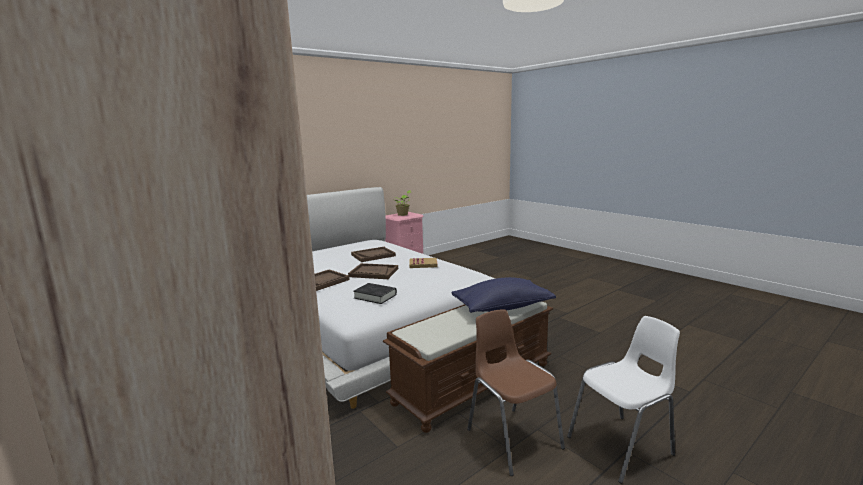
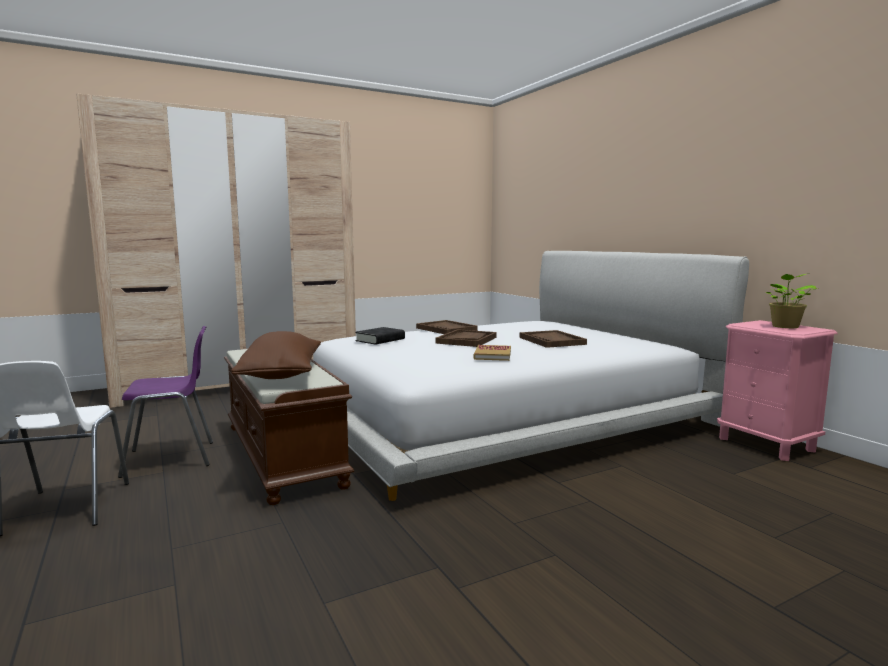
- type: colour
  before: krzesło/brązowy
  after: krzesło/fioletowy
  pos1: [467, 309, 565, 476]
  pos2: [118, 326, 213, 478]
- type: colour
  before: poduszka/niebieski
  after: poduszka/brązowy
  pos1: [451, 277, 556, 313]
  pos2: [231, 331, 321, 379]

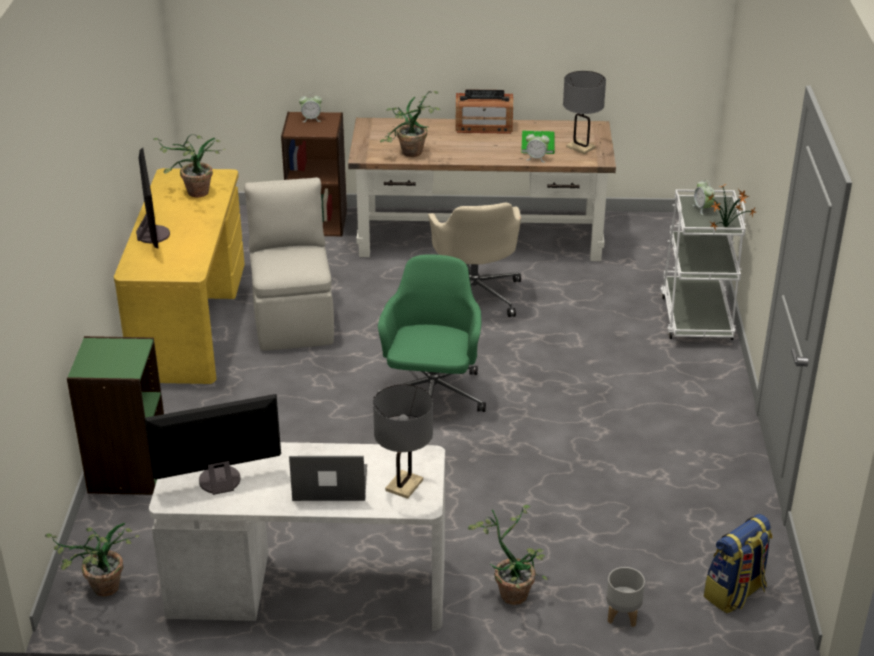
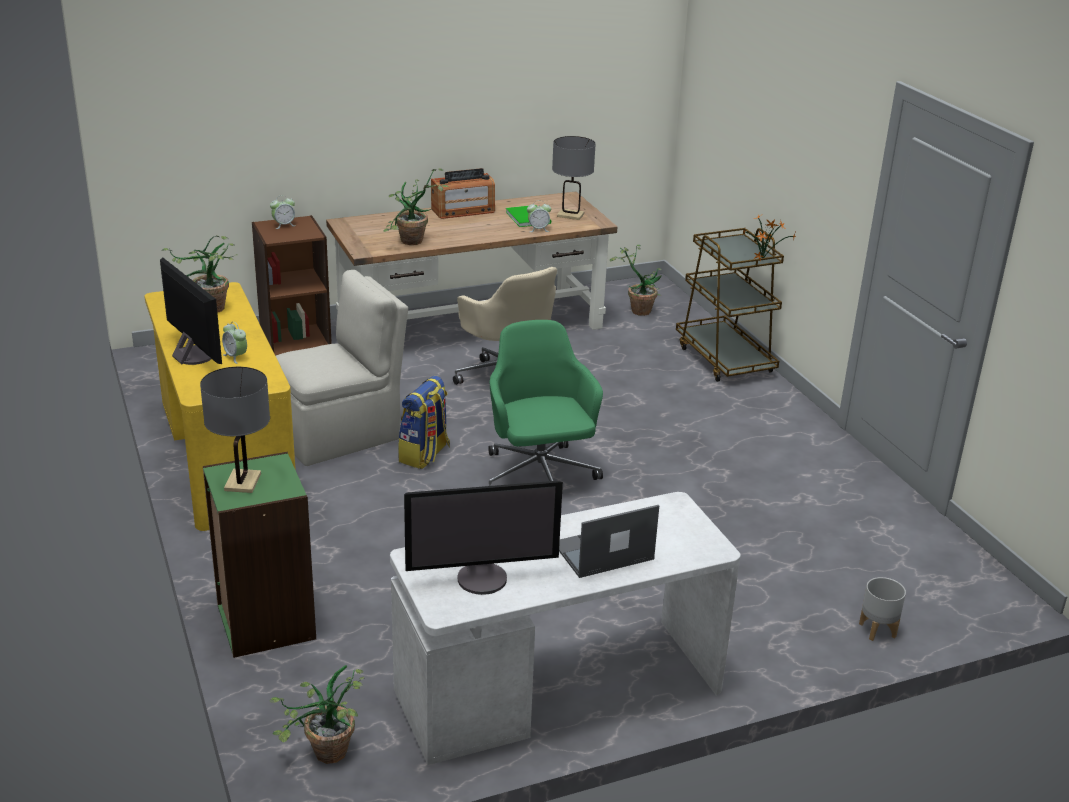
- type: relocated
  before: lampa stołowa/szary
  pos1: [373, 384, 433, 499]
  pos2: [200, 367, 270, 493]
- type: relocated
  before: budzik
  pos1: [693, 180, 715, 215]
  pos2: [222, 322, 247, 364]
- type: spun
  before: krzesło/beżowy
  pos1: [244, 177, 334, 351]
  pos2: [276, 270, 408, 466]
  turn: 90
- type: relocated
  before: plecak
  pos1: [704, 514, 773, 613]
  pos2: [398, 376, 450, 469]
- type: spun
  before: monitor
  pos1: [145, 394, 281, 495]
  pos2: [404, 481, 563, 595]
  turn: -150
- type: relocated
  before: roślina doniczkowa
  pos1: [468, 505, 548, 605]
  pos2: [610, 245, 662, 316]
- type: colour
  before: wózek/biały
  after: wózek/brązowy
  pos1: [660, 189, 746, 340]
  pos2: [676, 228, 784, 382]

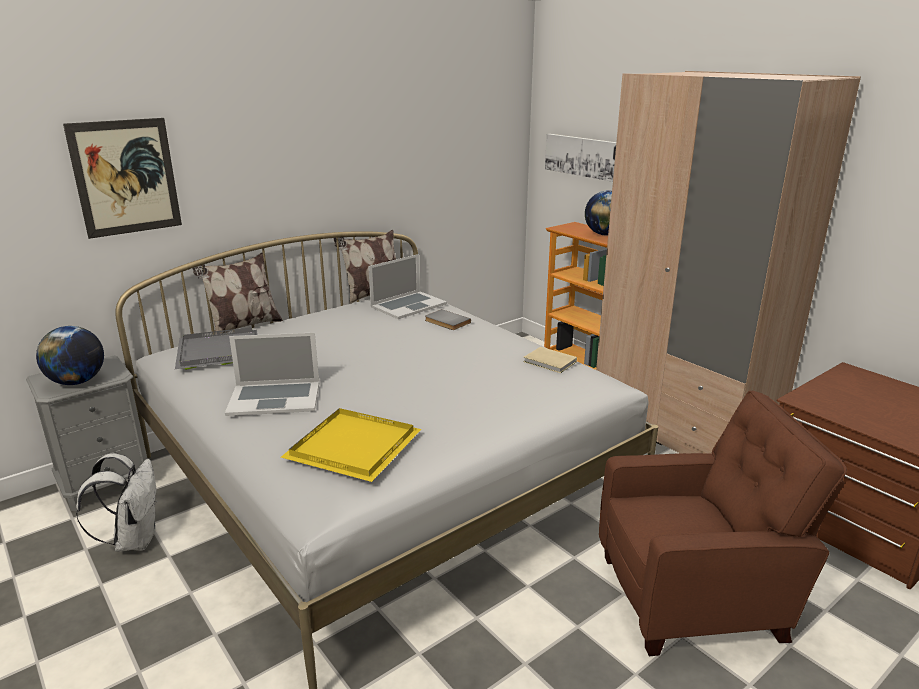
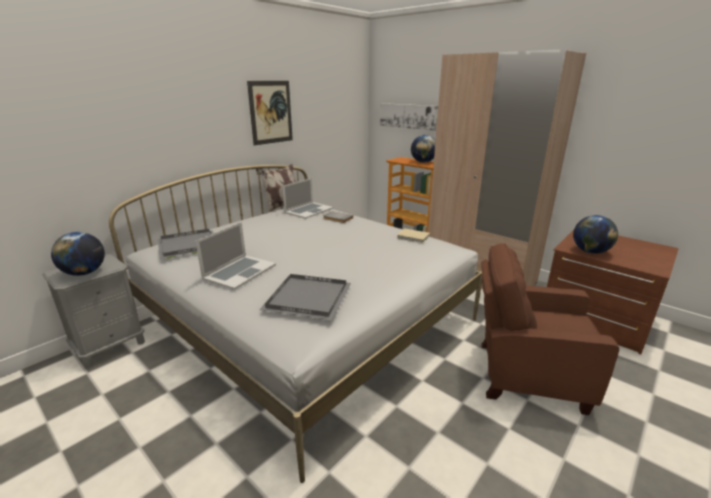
- type: spun
  before: laptop
  pos1: [225, 332, 319, 416]
  pos2: [195, 222, 276, 290]
  turn: -45
- type: relocated
  before: obraz
  pos1: [63, 118, 182, 239]
  pos2: [247, 81, 293, 145]
- type: colour
  before: taca/żółty
  after: taca/szary
  pos1: [281, 408, 421, 482]
  pos2: [259, 274, 351, 320]
- type: spun
  before: fotel/brązowy
  pos1: [599, 391, 847, 656]
  pos2: [481, 243, 619, 415]
  turn: -150
- type: appeared
  after: globus
  pos2: [573, 215, 618, 254]
- type: missing
  before: plecak/biały
  pos1: [76, 453, 157, 552]
- type: missing
  before: poduszka
  pos1: [192, 252, 283, 334]

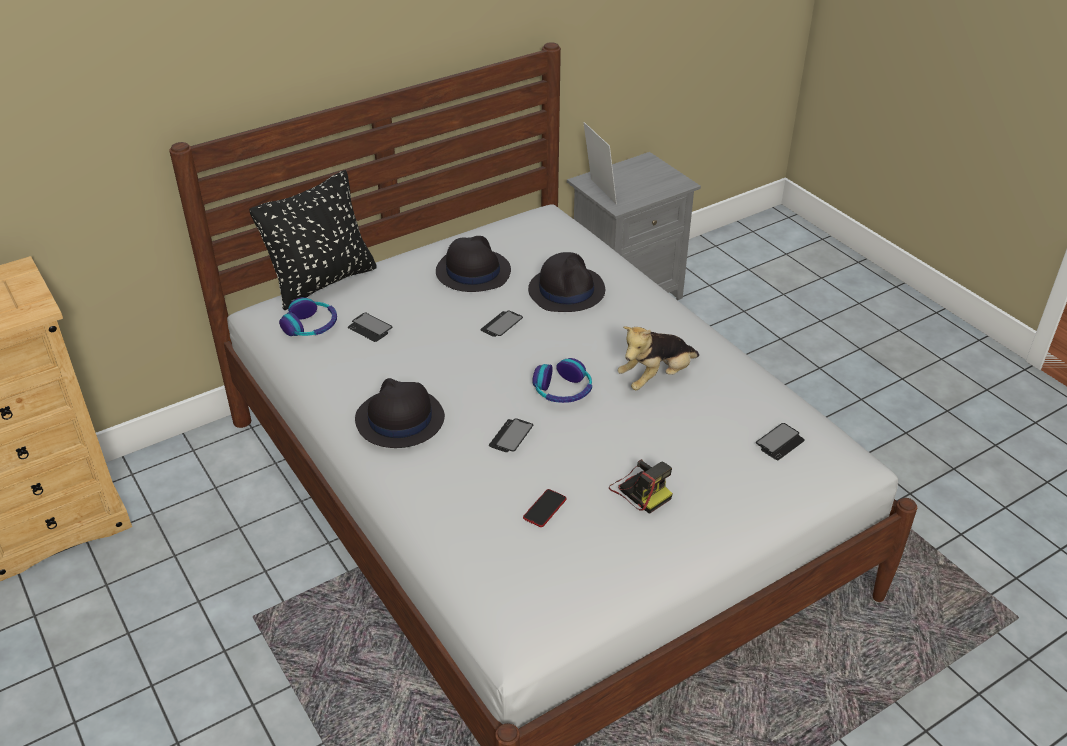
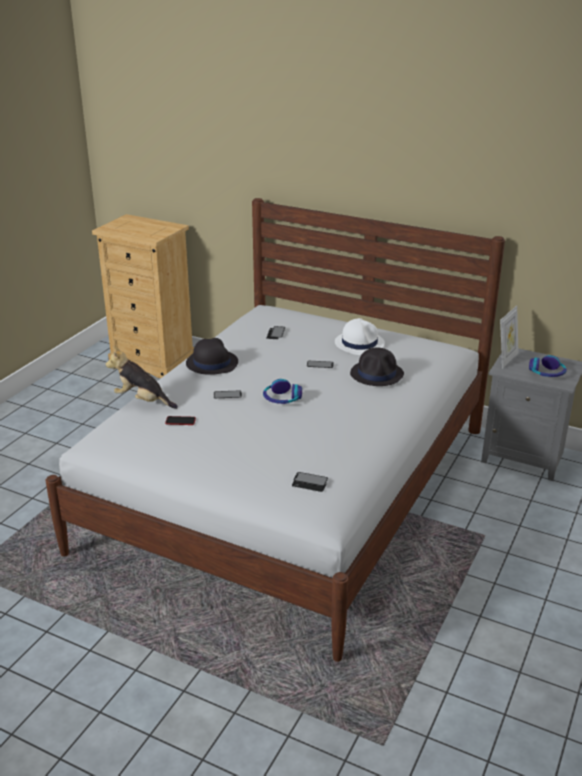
- type: relocated
  before: pluszak
  pos1: [617, 326, 699, 390]
  pos2: [106, 346, 178, 409]
- type: colour
  before: kapelusz/czarny
  after: kapelusz/biały
  pos1: [436, 236, 511, 292]
  pos2: [335, 318, 385, 355]
- type: relocated
  before: słuchawki
  pos1: [279, 297, 337, 336]
  pos2: [529, 355, 567, 377]
- type: missing
  before: poduszka/czarny
  pos1: [249, 170, 377, 310]
- type: missing
  before: aparat fotograficzny
  pos1: [609, 459, 673, 514]

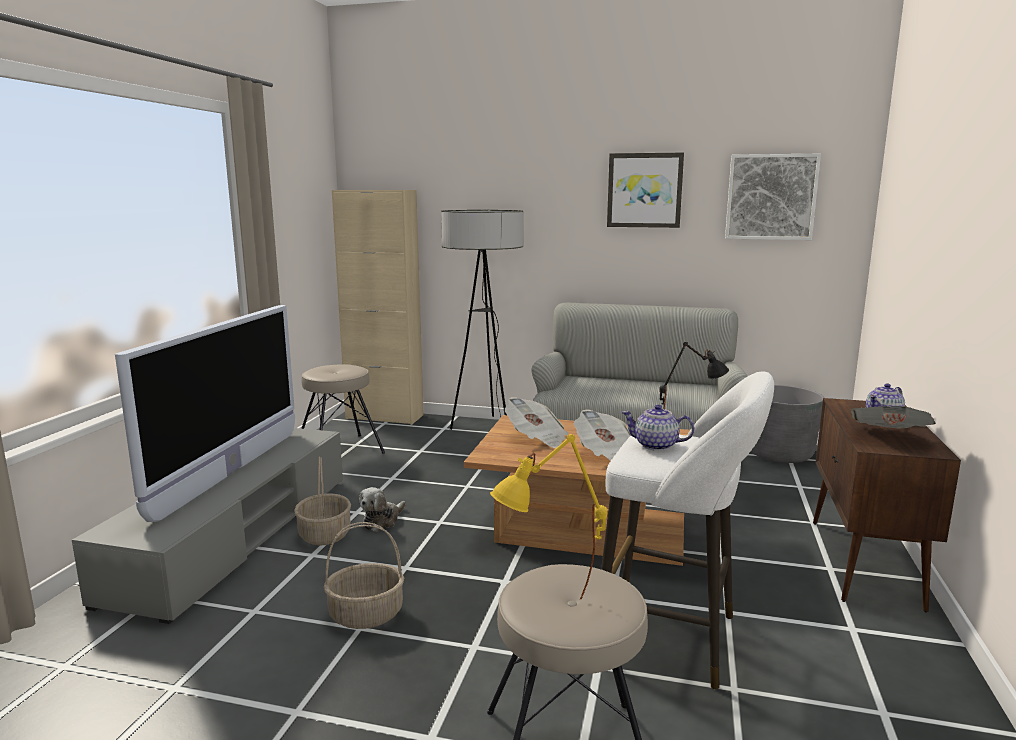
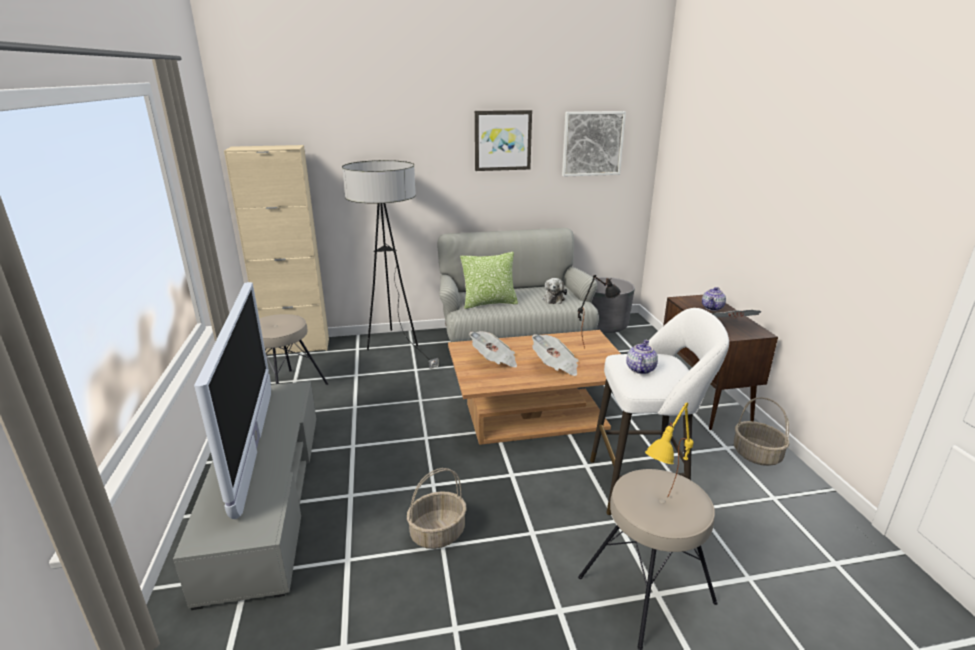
- type: appeared
  after: poduszka
  pos2: [460, 252, 518, 309]
- type: relocated
  before: pluszak
  pos1: [359, 487, 406, 532]
  pos2: [542, 278, 567, 304]
- type: spun
  before: imbryk
  pos1: [621, 405, 695, 451]
  pos2: [626, 340, 658, 374]
  turn: 120
- type: relocated
  before: koszyk
  pos1: [294, 457, 351, 545]
  pos2: [734, 397, 789, 466]

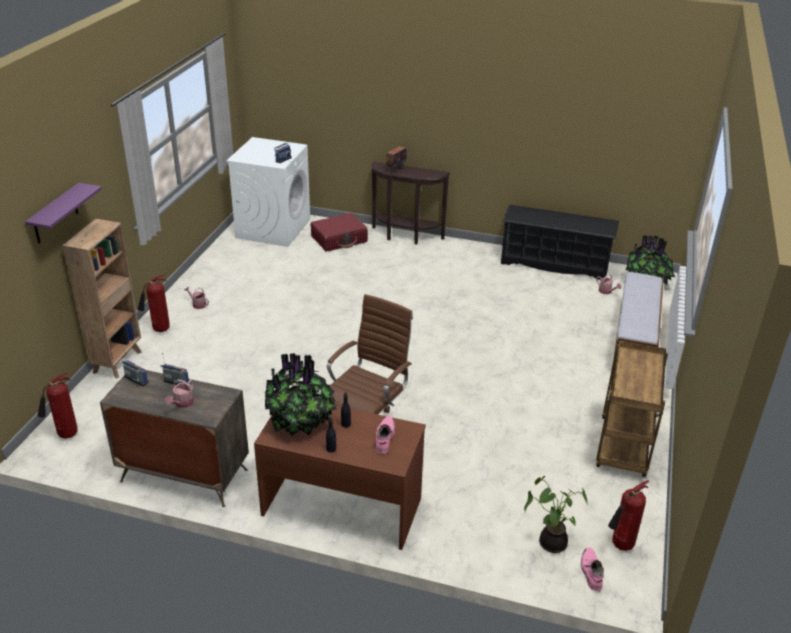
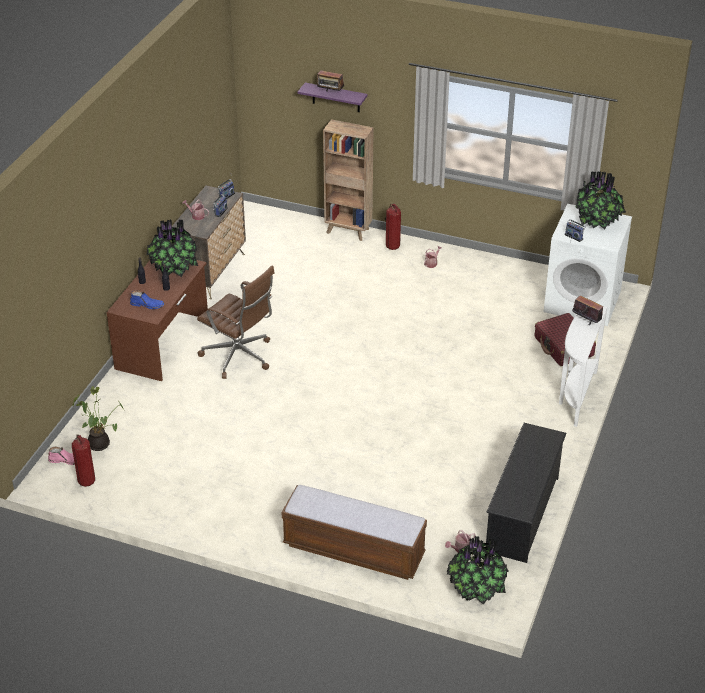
- type: colour
  before: but z cholewką/różowy
  after: but z cholewką/niebieski
  pos1: [375, 416, 395, 454]
  pos2: [130, 290, 165, 309]
- type: appeared
  after: radio
  pos2: [317, 70, 344, 92]
- type: colour
  before: stolik konsolowy/brązowy
  after: stolik konsolowy/biały
  pos1: [371, 162, 450, 245]
  pos2: [559, 306, 608, 427]
- type: appeared
  after: roślina doniczkowa
  pos2: [575, 171, 626, 230]
- type: missing
  before: gaśnica
  pos1: [38, 373, 78, 439]
- type: missing
  before: wózek/brązowy
  pos1: [596, 340, 668, 477]

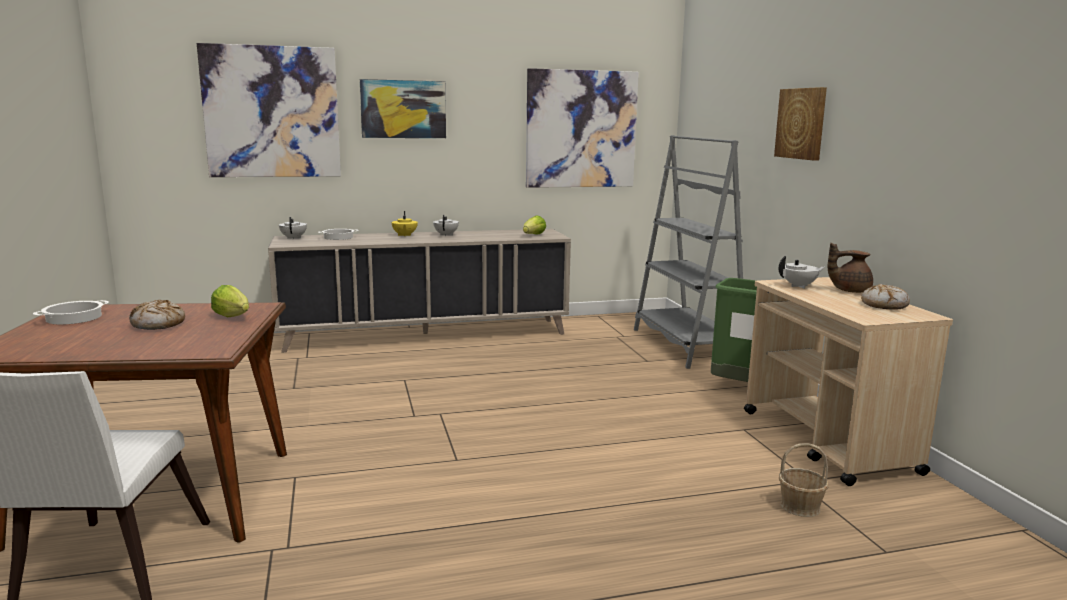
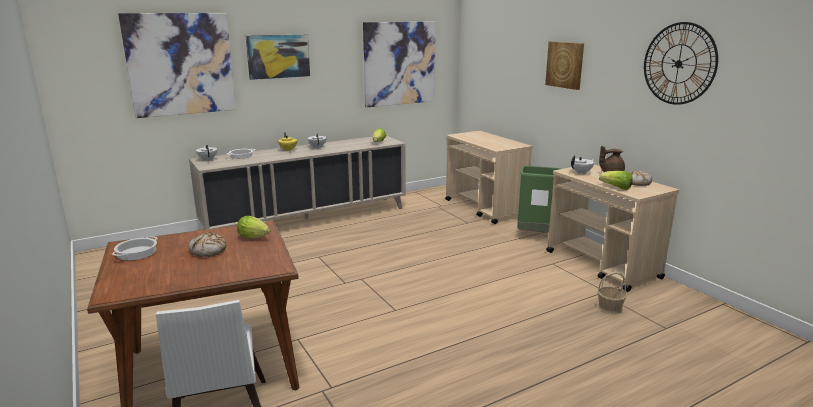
- type: exchanged
  before: regał/szary
  after: wózek/beżowy
  pos1: [634, 135, 743, 369]
  pos2: [445, 131, 533, 224]
- type: appeared
  after: sałata
  pos2: [599, 171, 633, 190]
- type: appeared
  after: zegar ścienny
  pos2: [644, 22, 718, 105]

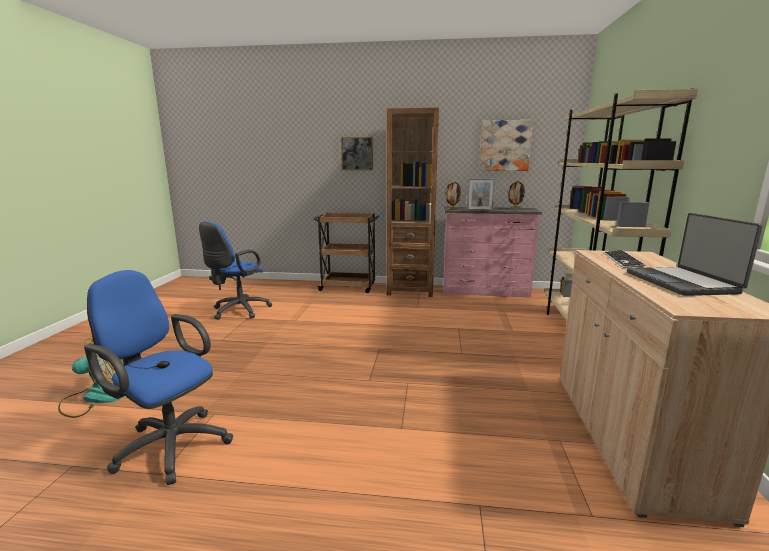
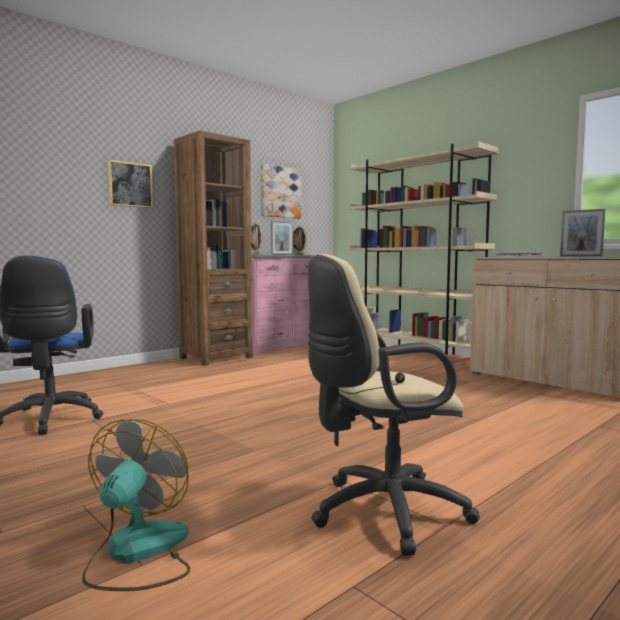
- type: colour
  before: krzesło biurowe/niebieski
  after: krzesło biurowe/beżowy
  pos1: [84, 270, 233, 485]
  pos2: [308, 254, 479, 556]
- type: exchanged
  before: laptop
  after: ramka na zdjęcie
  pos1: [627, 213, 763, 296]
  pos2: [560, 209, 605, 257]
- type: missing
  before: wózek/brązowy
  pos1: [314, 213, 379, 293]

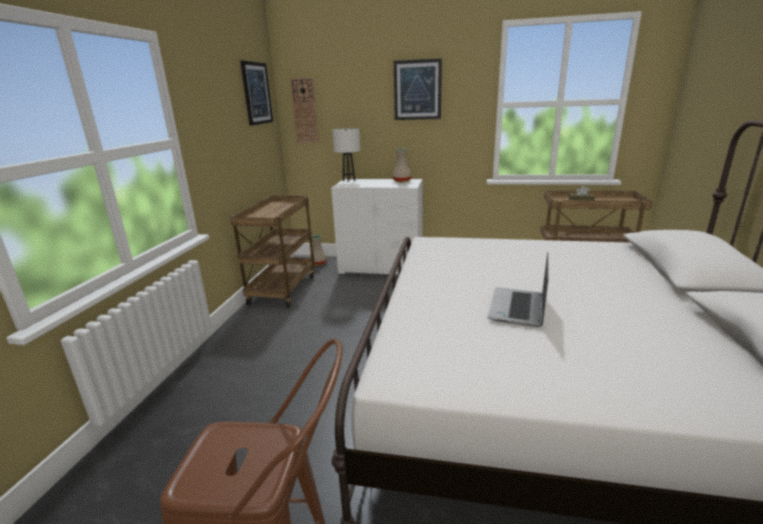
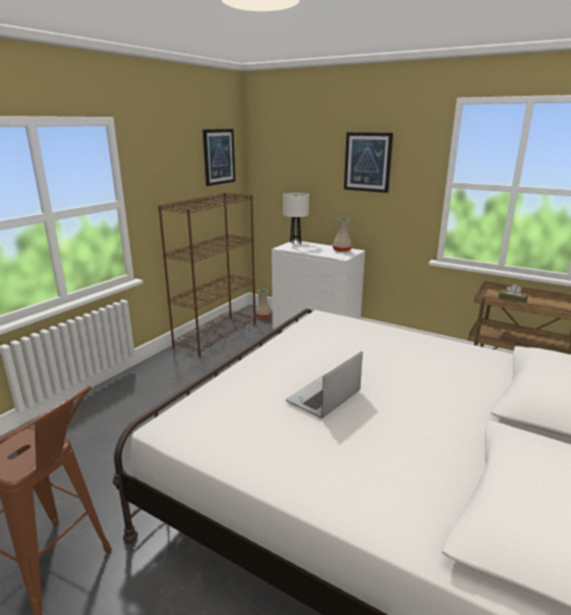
- type: exchanged
  before: wózek/brązowy
  after: regał/brązowy
  pos1: [230, 196, 315, 308]
  pos2: [158, 193, 256, 357]
- type: missing
  before: zegar ścienny
  pos1: [290, 78, 319, 143]

